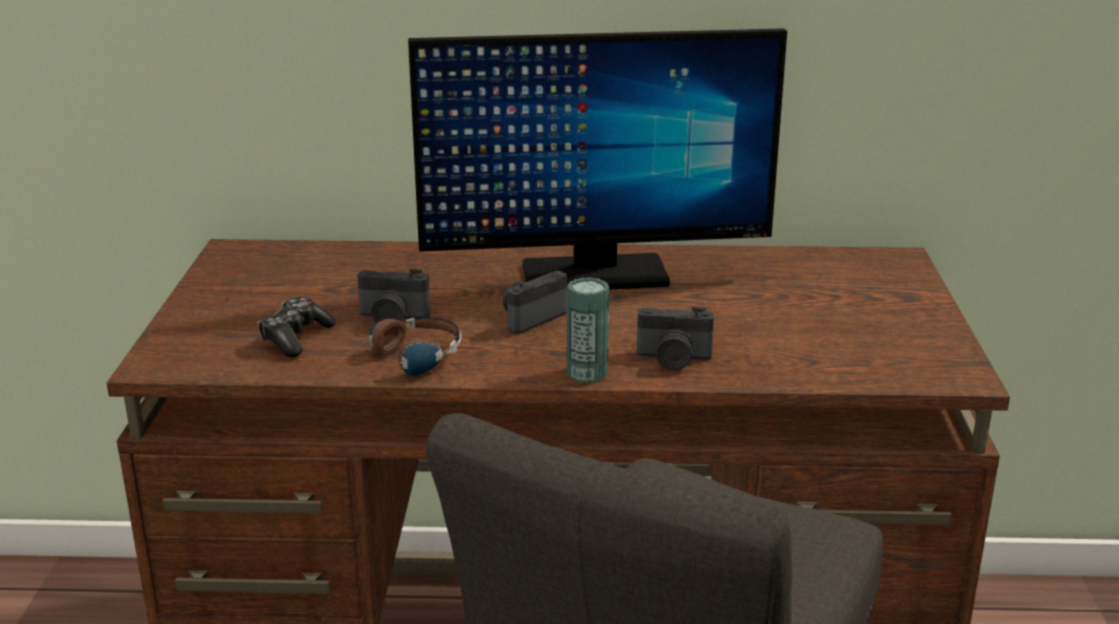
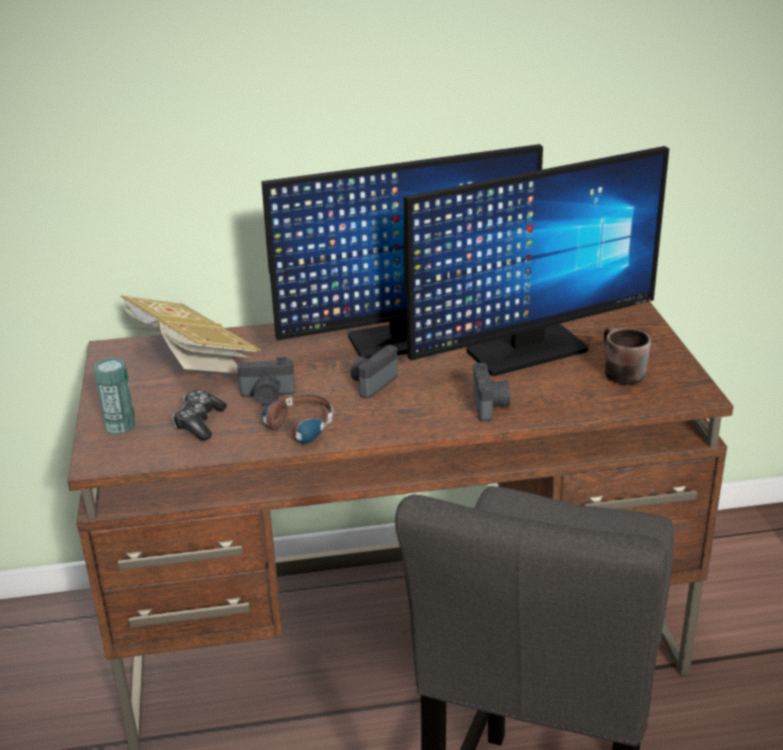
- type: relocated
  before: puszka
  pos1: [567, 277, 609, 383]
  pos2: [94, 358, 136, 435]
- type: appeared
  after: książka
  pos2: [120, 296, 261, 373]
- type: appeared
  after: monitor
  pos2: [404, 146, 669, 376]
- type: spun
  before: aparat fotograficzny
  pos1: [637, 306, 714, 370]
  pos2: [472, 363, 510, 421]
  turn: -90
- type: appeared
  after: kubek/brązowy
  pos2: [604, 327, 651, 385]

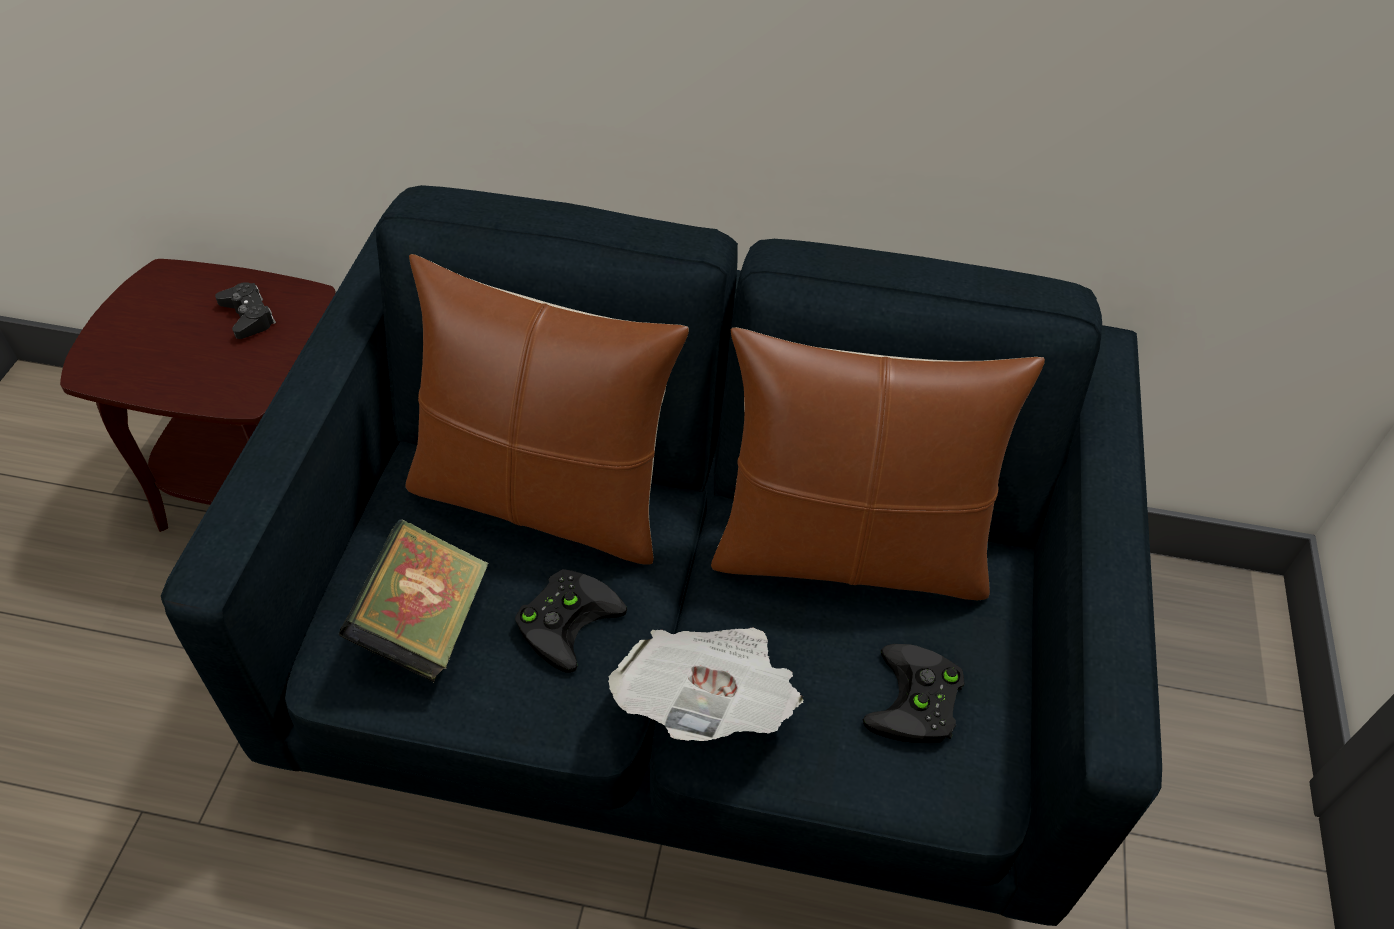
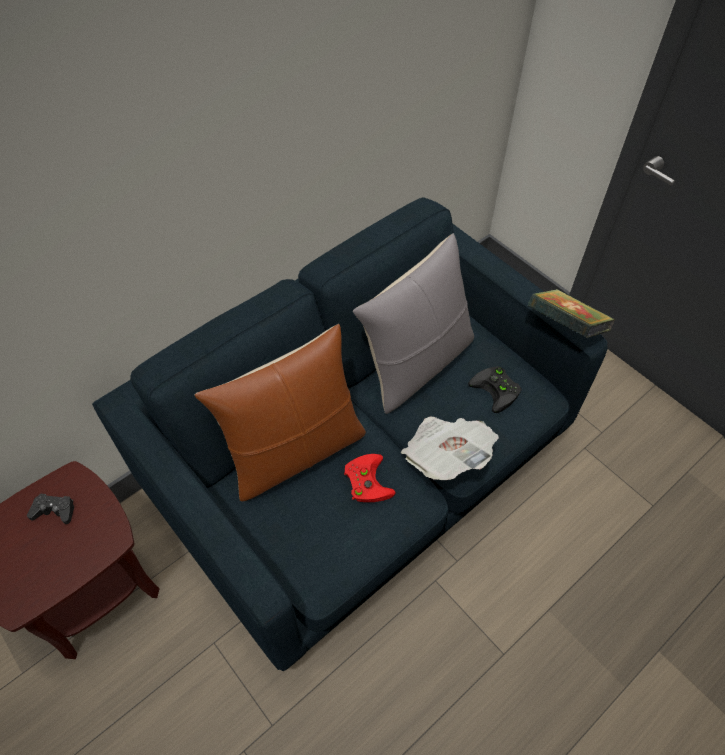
- type: colour
  before: pad do gier/czarny
  after: pad do gier/czerwony
  pos1: [515, 569, 627, 673]
  pos2: [344, 454, 396, 502]
- type: colour
  before: poduszka/brązowy
  after: poduszka/szary
  pos1: [711, 327, 1045, 600]
  pos2: [353, 233, 474, 414]
- type: relocated
  before: książka
  pos1: [338, 519, 488, 682]
  pos2: [528, 289, 615, 338]

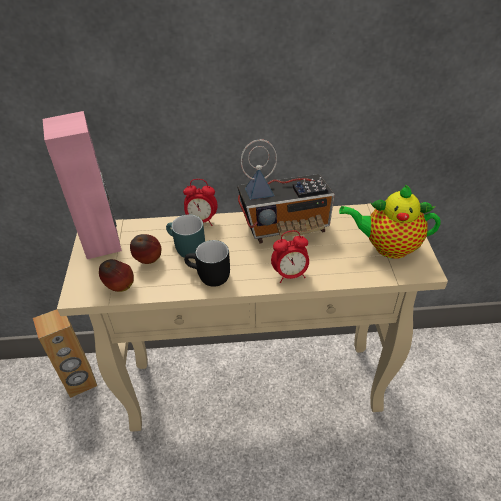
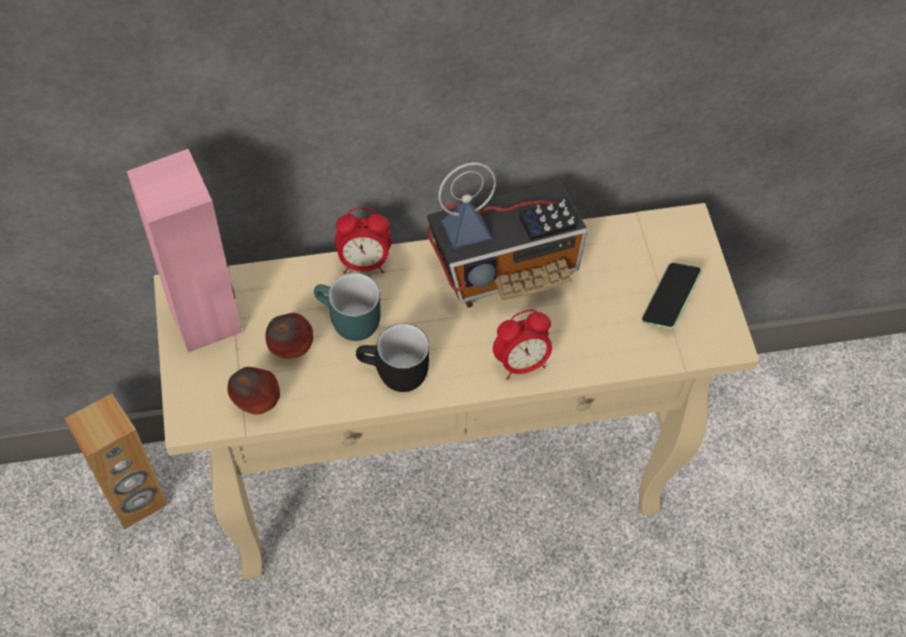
- type: exchanged
  before: imbryk
  after: telefon
  pos1: [339, 184, 441, 259]
  pos2: [641, 262, 702, 329]

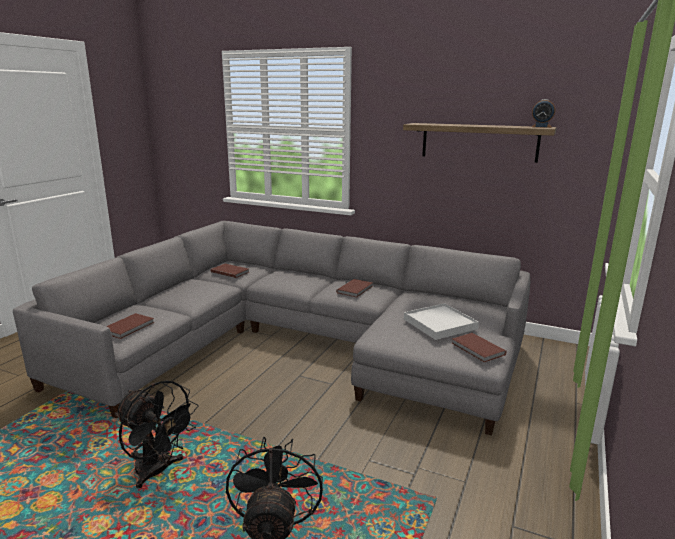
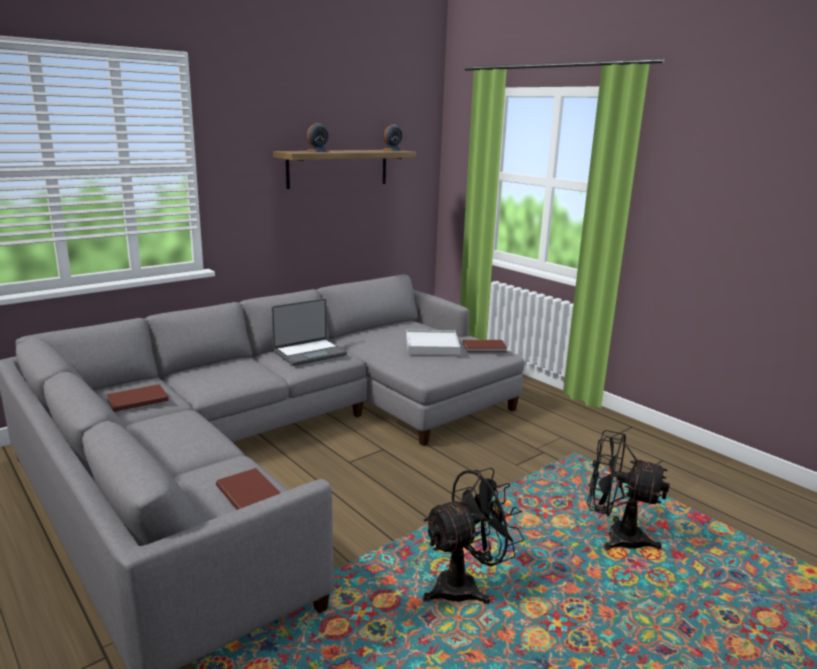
- type: exchanged
  before: książka/brązowy
  after: laptop
  pos1: [336, 279, 373, 297]
  pos2: [271, 298, 347, 366]
- type: appeared
  after: budzik
  pos2: [306, 123, 330, 152]

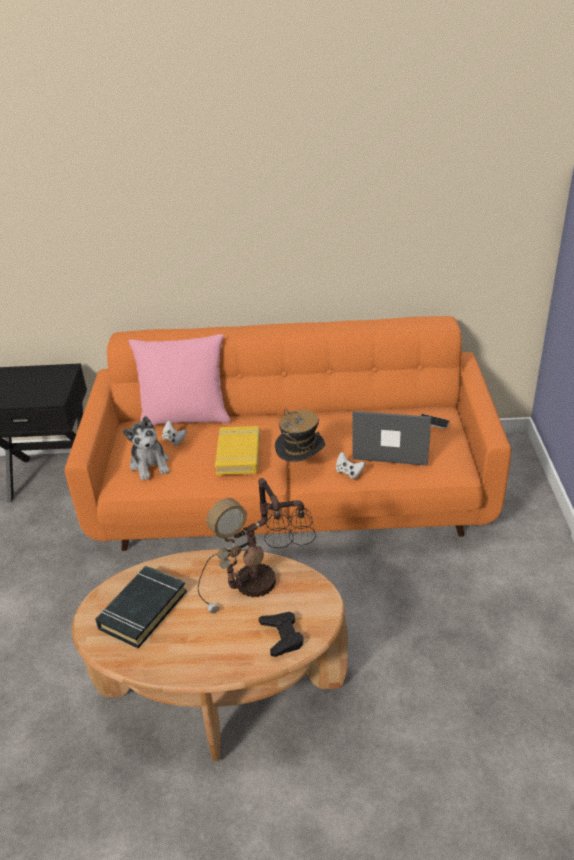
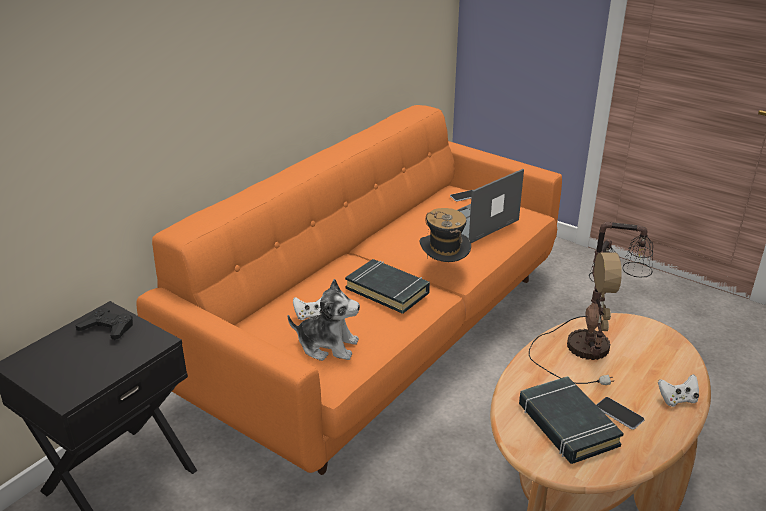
- type: relocated
  before: pad do gier/czarny
  pos1: [259, 612, 304, 657]
  pos2: [76, 308, 133, 340]
- type: colour
  before: książka/żółty
  after: książka/czarny
  pos1: [215, 426, 260, 475]
  pos2: [345, 259, 430, 314]
- type: appeared
  after: telefon
  pos2: [596, 397, 644, 430]
- type: relocated
  before: pad do gier/biały
  pos1: [336, 452, 365, 479]
  pos2: [658, 374, 699, 407]
- type: missing
  before: poduszka/różowy
  pos1: [129, 334, 231, 426]

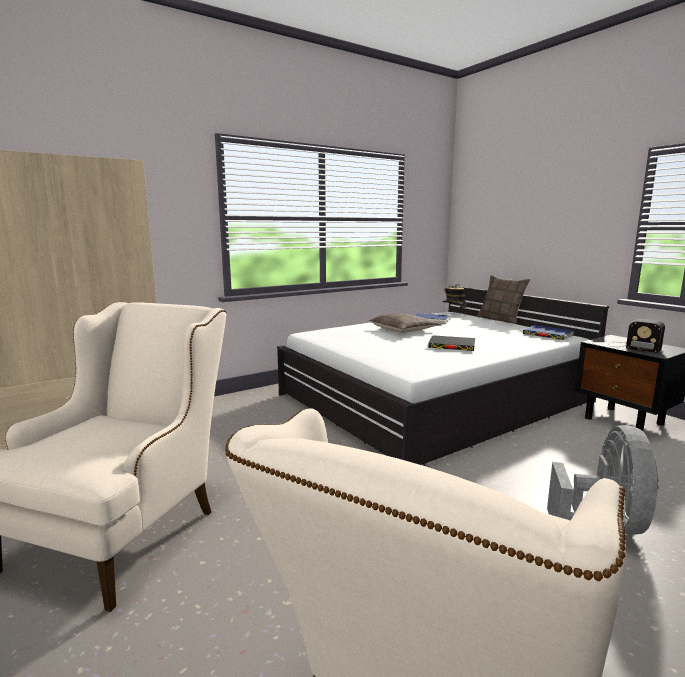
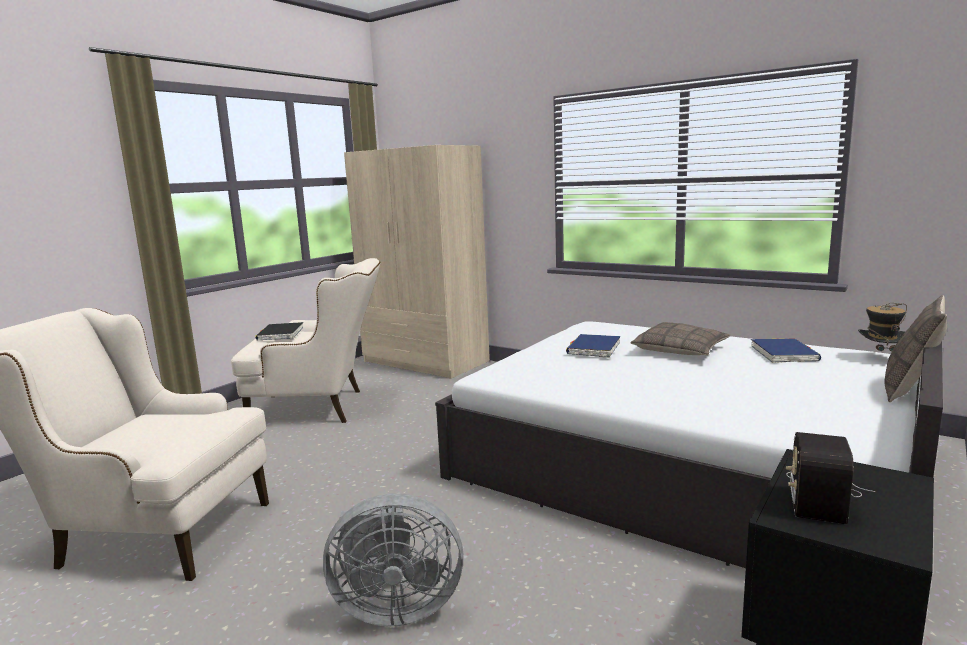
- type: relocated
  before: książka/czarny
  pos1: [428, 335, 475, 351]
  pos2: [255, 322, 303, 340]
- type: relocated
  before: książka/niebieski
  pos1: [523, 325, 574, 340]
  pos2: [566, 334, 621, 358]

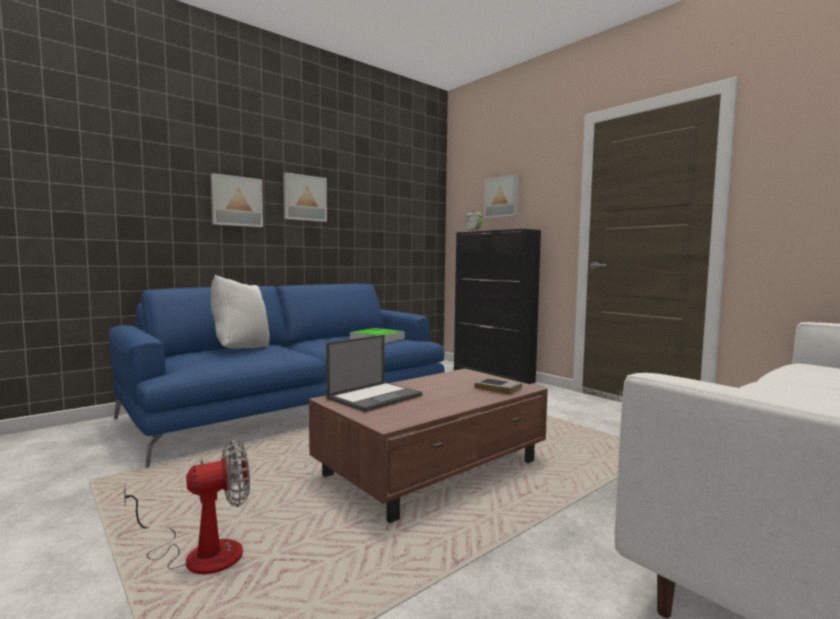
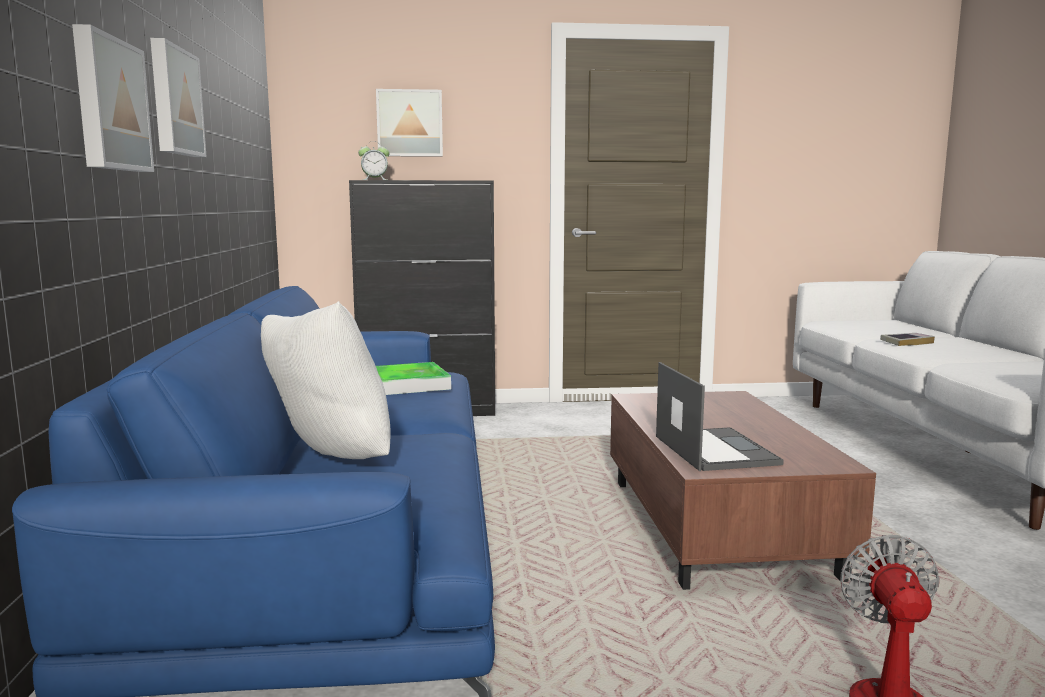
- type: relocated
  before: książka
  pos1: [475, 377, 522, 395]
  pos2: [880, 333, 935, 346]

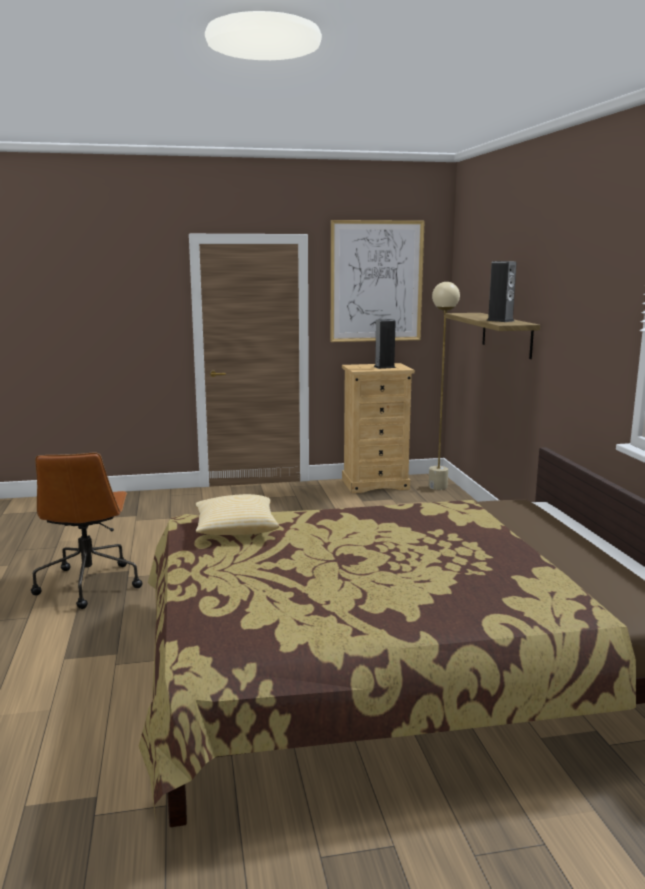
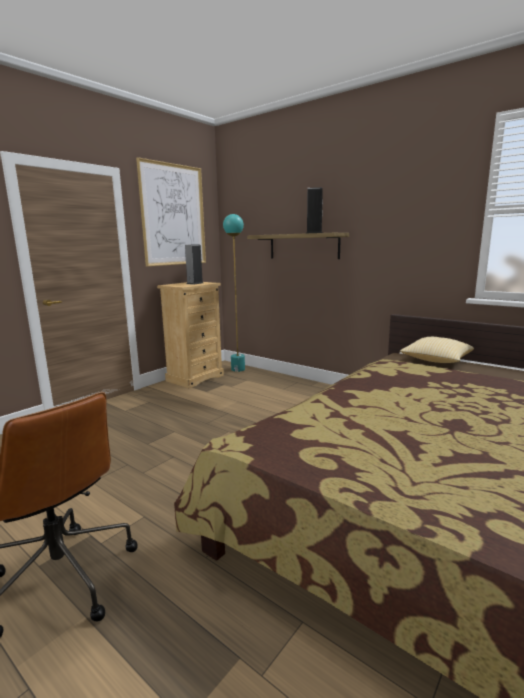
- type: colour
  before: lampa stojąca/beżowy
  after: lampa stojąca/turkusowy
  pos1: [429, 282, 460, 490]
  pos2: [223, 214, 245, 372]
- type: relocated
  before: poduszka
  pos1: [195, 494, 279, 535]
  pos2: [400, 337, 474, 363]

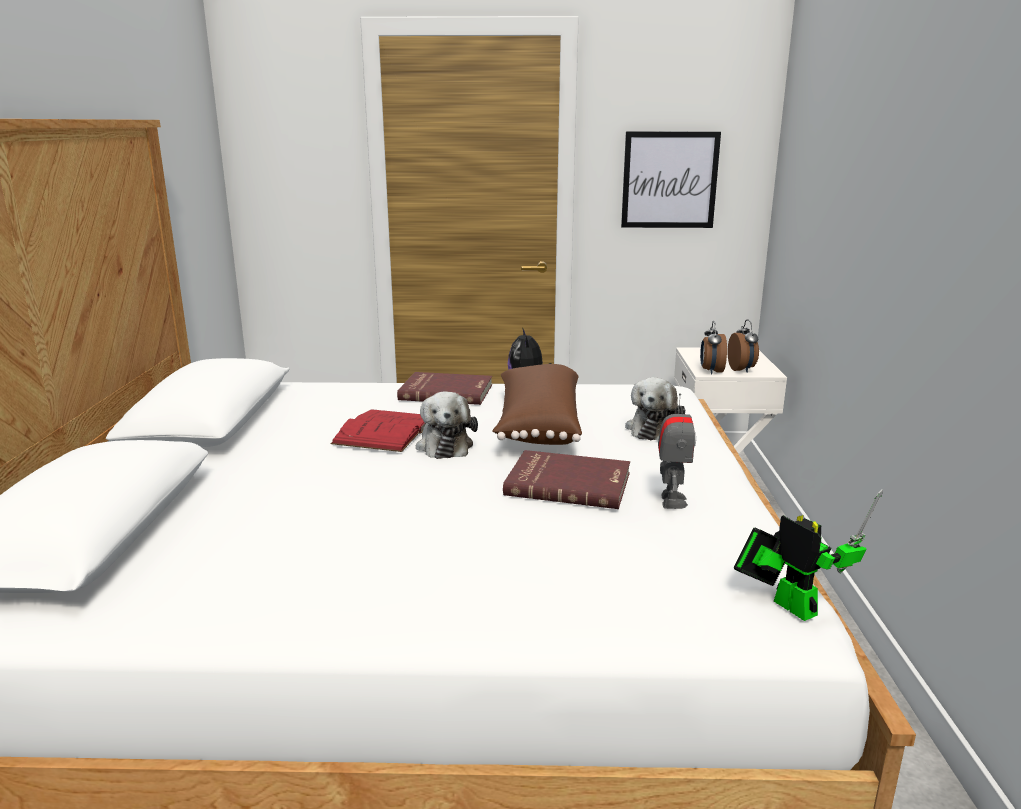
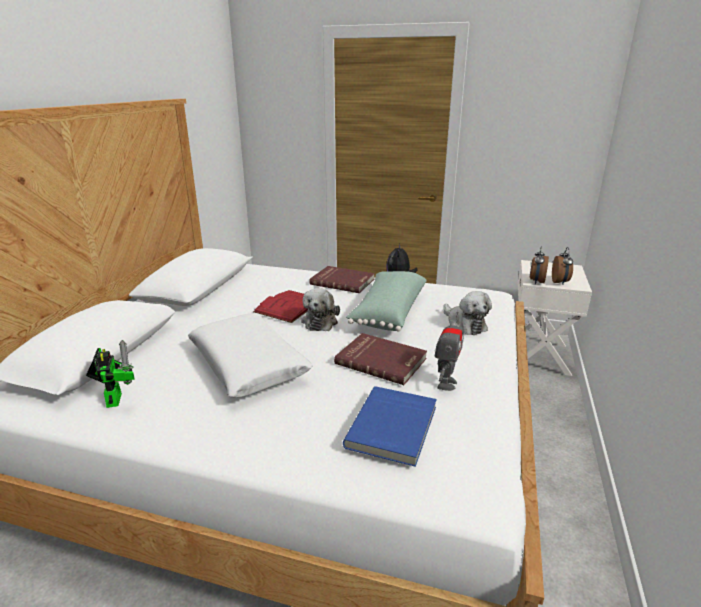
- type: relocated
  before: robot zabawkowy
  pos1: [734, 489, 883, 621]
  pos2: [86, 340, 135, 408]
- type: appeared
  after: poduszka/biały
  pos2: [188, 313, 313, 398]
- type: appeared
  after: książka/niebieski
  pos2: [343, 386, 437, 467]
- type: colour
  before: poduszka/brązowy
  after: poduszka/zielony
  pos1: [492, 364, 582, 445]
  pos2: [346, 271, 427, 331]
- type: spun
  before: pluszak
  pos1: [625, 377, 685, 440]
  pos2: [443, 291, 492, 335]
  turn: -60
- type: missing
  before: obraz
  pos1: [621, 132, 721, 228]

